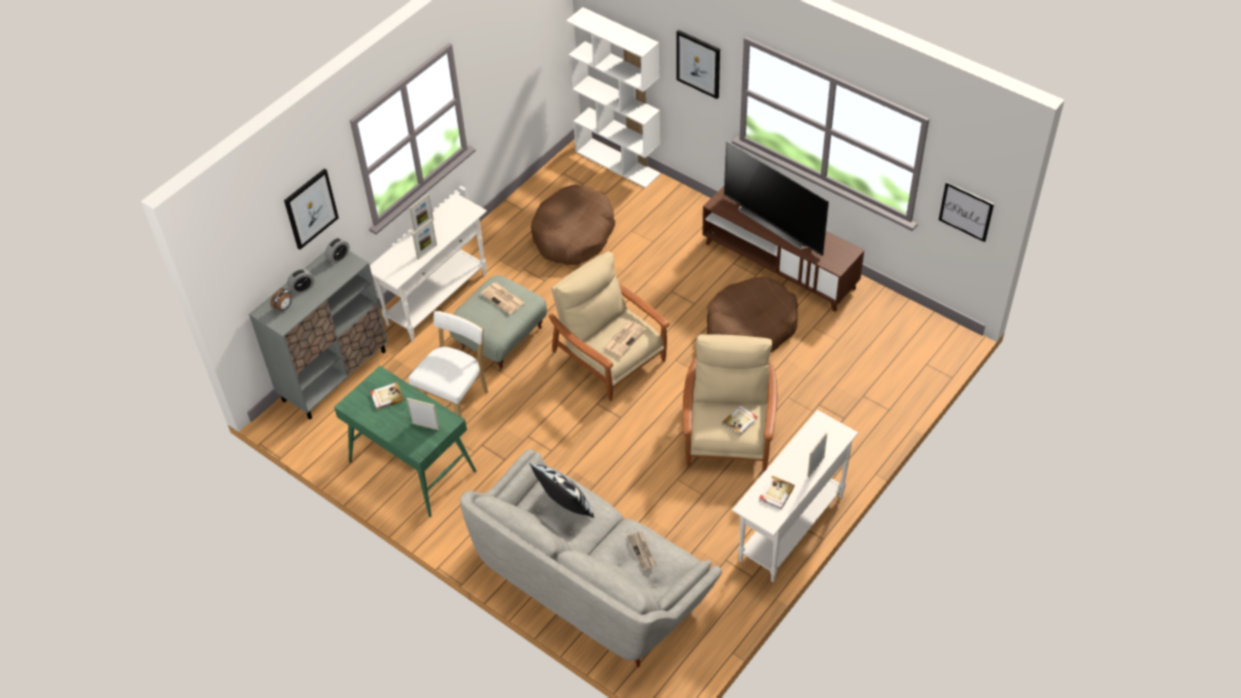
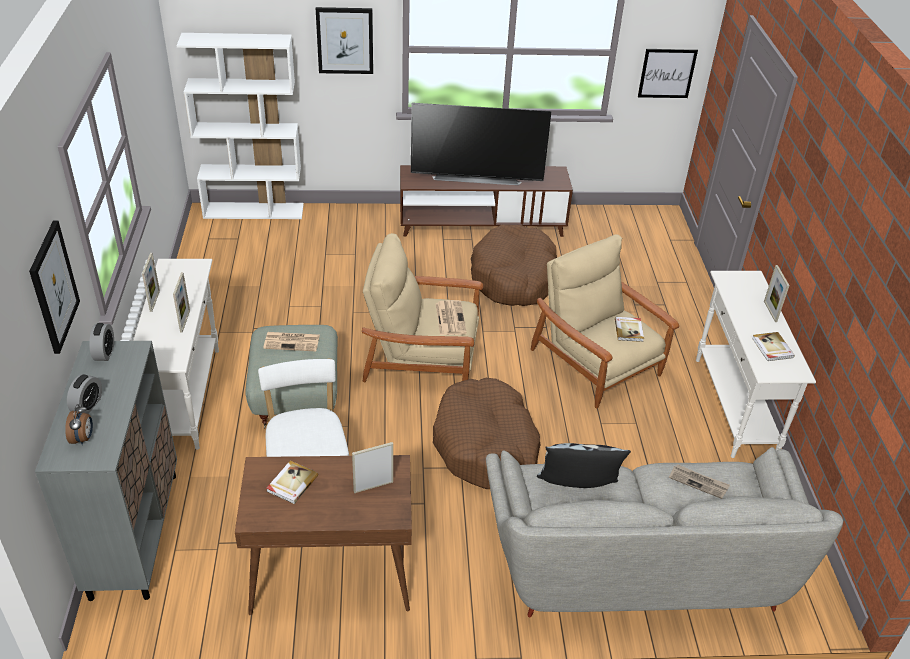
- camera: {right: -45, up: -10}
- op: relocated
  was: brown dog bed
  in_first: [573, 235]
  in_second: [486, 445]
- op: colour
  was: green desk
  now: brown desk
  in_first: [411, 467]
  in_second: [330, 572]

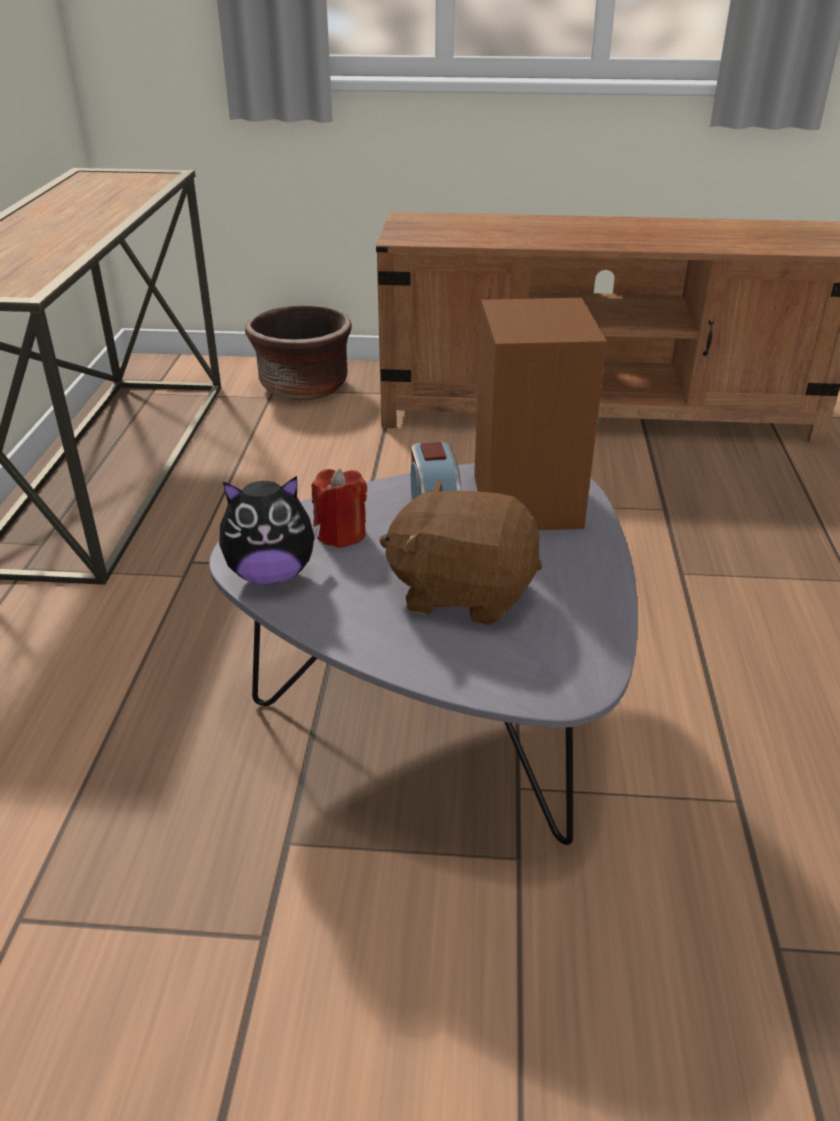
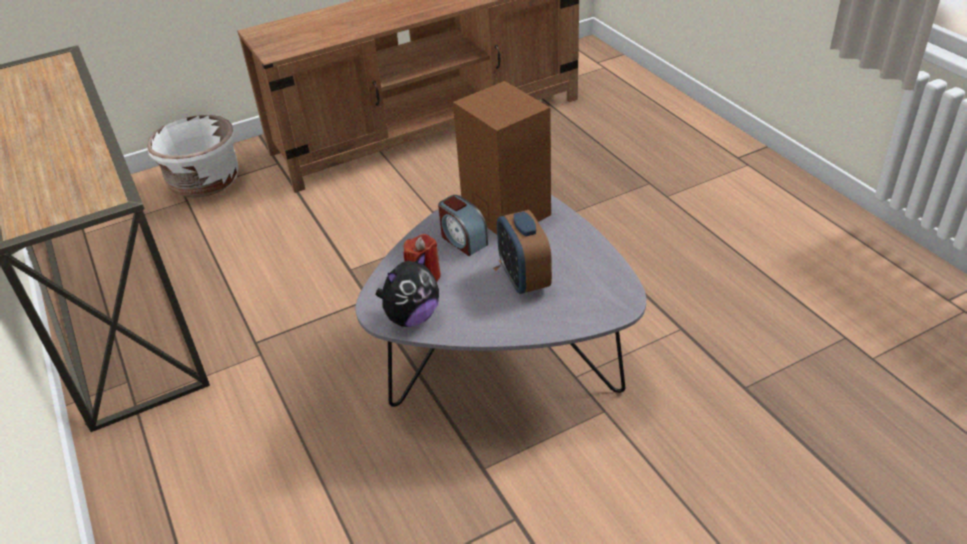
- camera: {right: -30, up: 5}
- op: exchanged
  was: brown plush toy
  now: alarm clock
  in_first: [462, 591]
  in_second: [524, 279]
- op: colour
  was: brown planter
  now: white planter
  in_first: [303, 387]
  in_second: [205, 182]

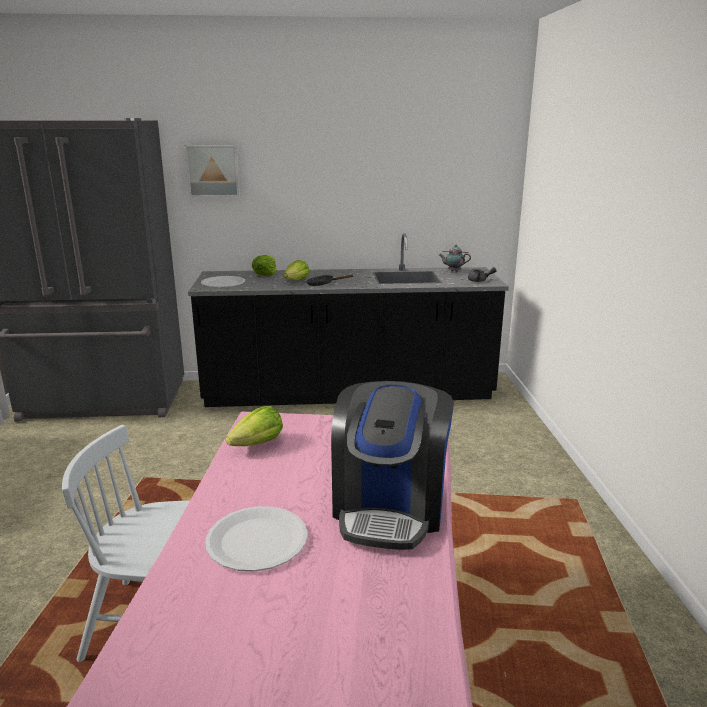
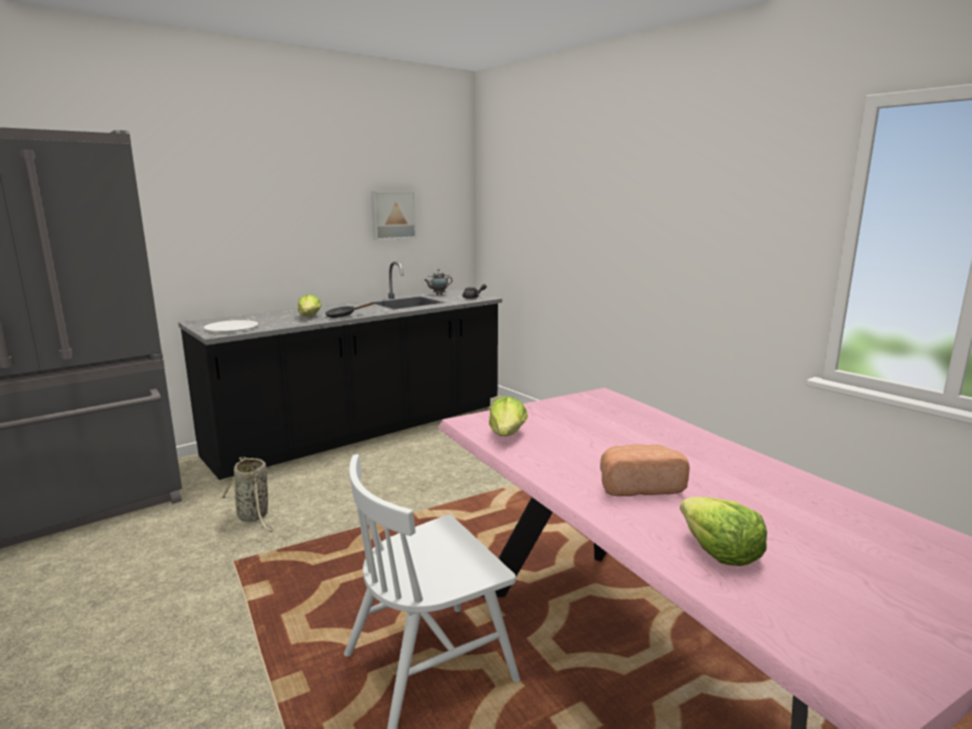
- camera: {right: -35, up: -5}
- op: missing
  was: coffee machine
  in_first: [389, 507]
- op: appeared
  now: basket
  in_second: [254, 516]
- op: relocated
  was: picture
  in_first: [213, 170]
  in_second: [393, 215]
- op: relocated
  was: lettuce
  in_first: [265, 274]
  in_second: [719, 552]
- op: exchanged
  was: white plate
  now: bread
  in_first: [257, 541]
  in_second: [639, 486]

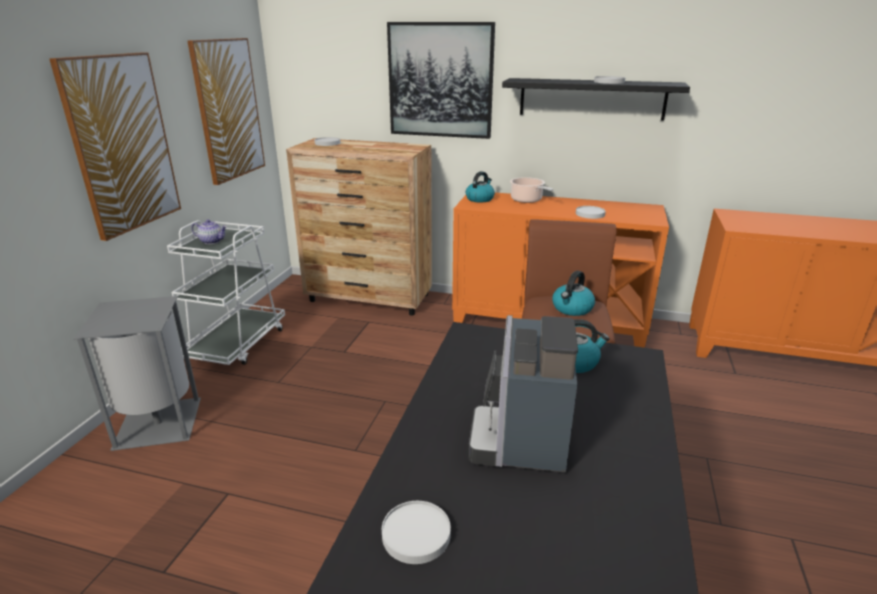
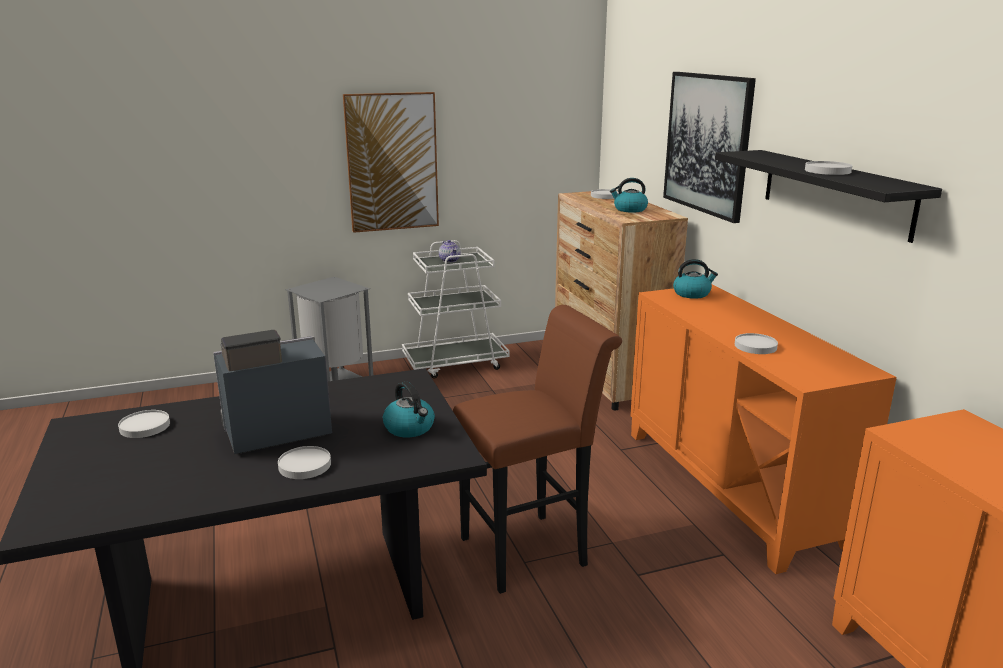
- camera: {right: 55, up: -5}
- op: missing
  was: picture
  in_first: [228, 110]
- op: missing
  was: cooking pot
  in_first: [527, 200]
- op: appeared
  now: white plate
  in_second: [305, 465]
- op: relocated
  was: kettle
  in_first: [572, 308]
  in_second: [629, 209]

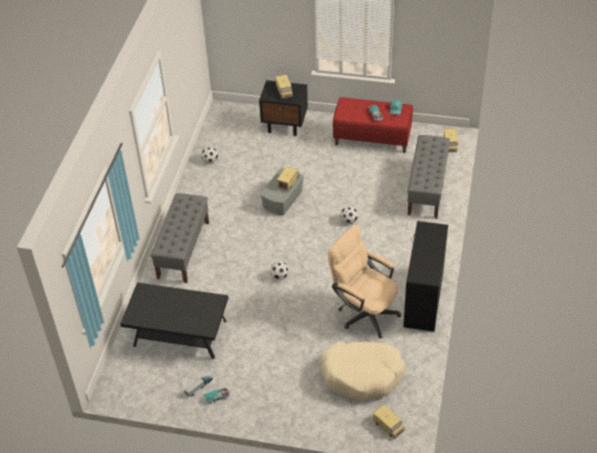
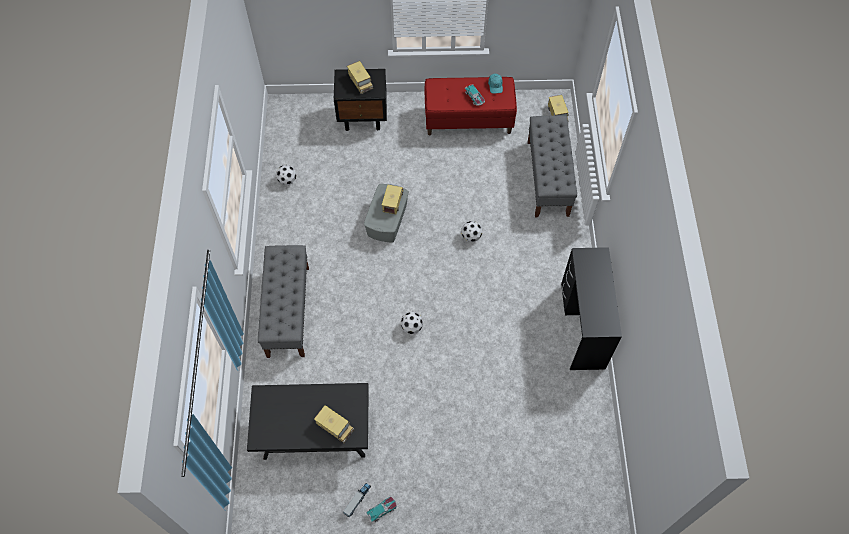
- camera: {right: -15, up: 15}
- op: missing
  was: beige dog bed
  in_first: [362, 375]
- op: missing
  was: beige office chair
  in_first: [364, 312]
- op: relocated
  was: toy truck
  in_first: [388, 425]
  in_second: [335, 427]

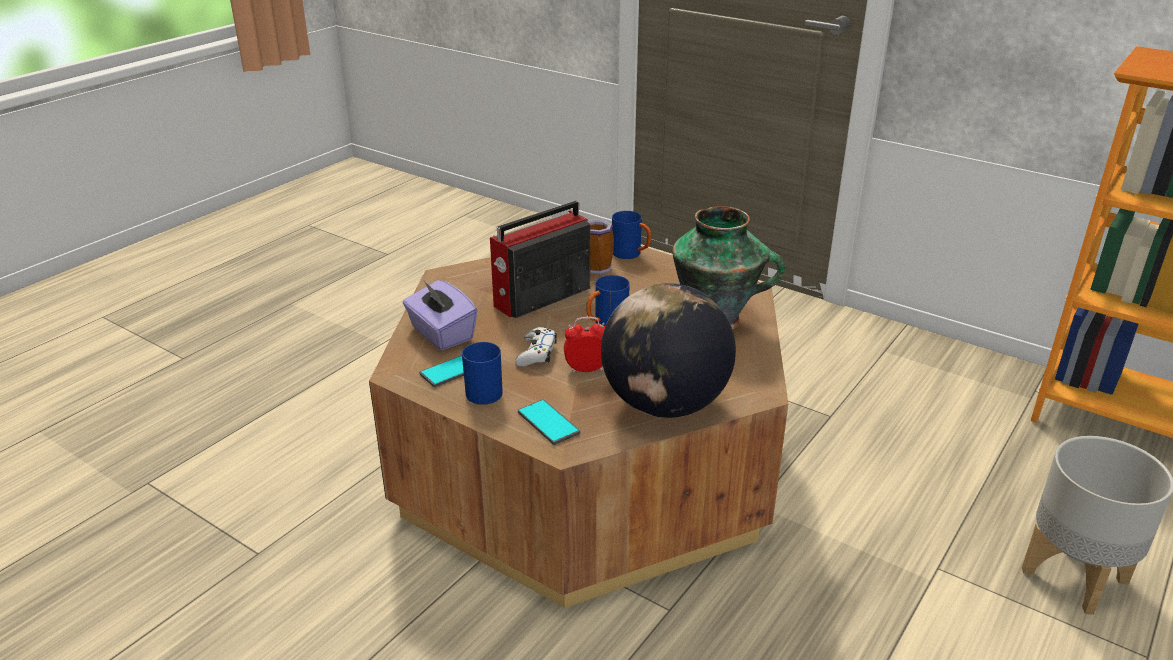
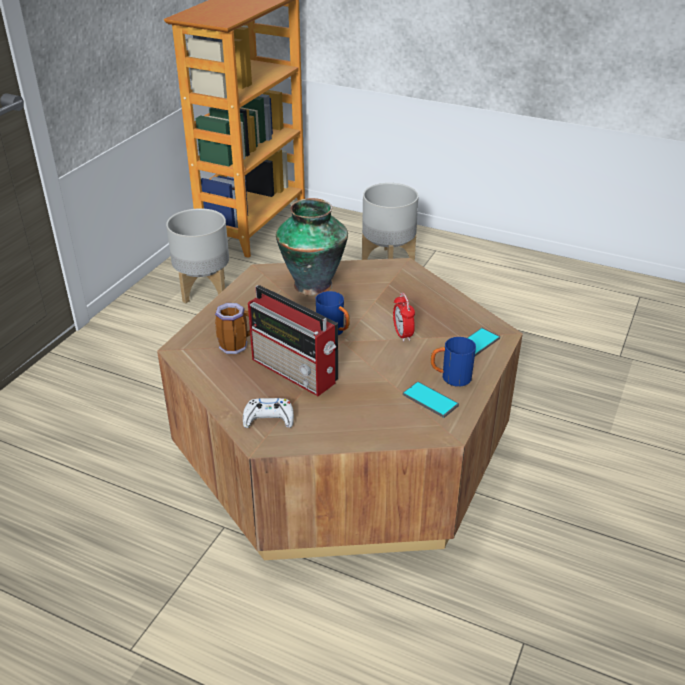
- camera: {right: -100, up: 5}
- op: missing
  was: purple tissue box
  in_first: [441, 334]
- op: missing
  was: globe
  in_first: [664, 404]
- op: missing
  was: blue mug
  in_first: [631, 254]
- op: appeared
  now: grey planter
  in_second: [203, 290]
- op: relocated
  was: white game controller
  in_first: [536, 353]
  in_second: [269, 419]

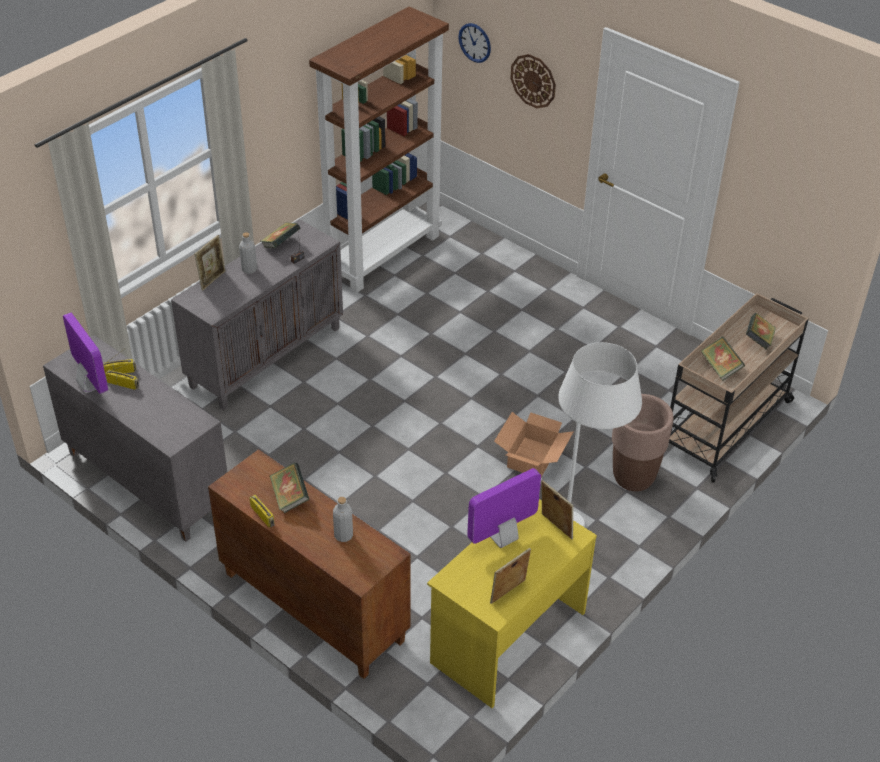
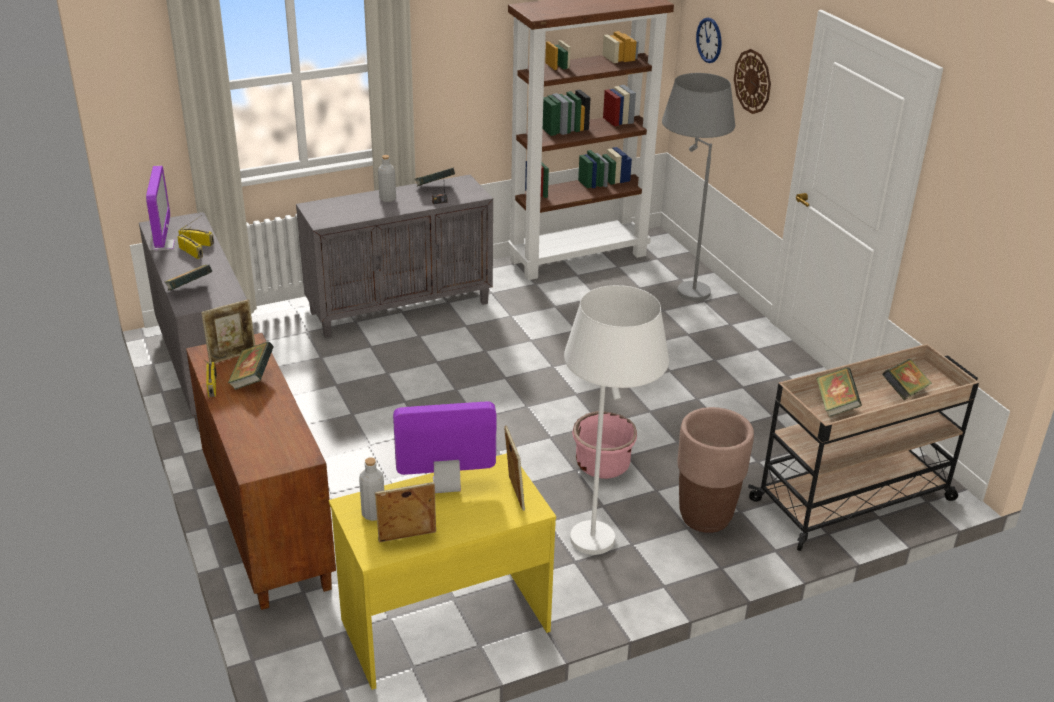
- camera: {right: 25, up: -10}
- op: appeared
  now: book
  in_second: [190, 290]
- op: appeared
  now: grey floor lamp
  in_second: [681, 285]
- op: relocated
  was: picture frame
  in_first: [212, 280]
  in_second: [232, 356]
- op: relocated
  was: grey bottle
  in_first: [343, 535]
  in_second: [373, 514]
- op: exchanged
  was: cardboard box
  now: pink planter
  in_first: [533, 457]
  in_second: [602, 465]

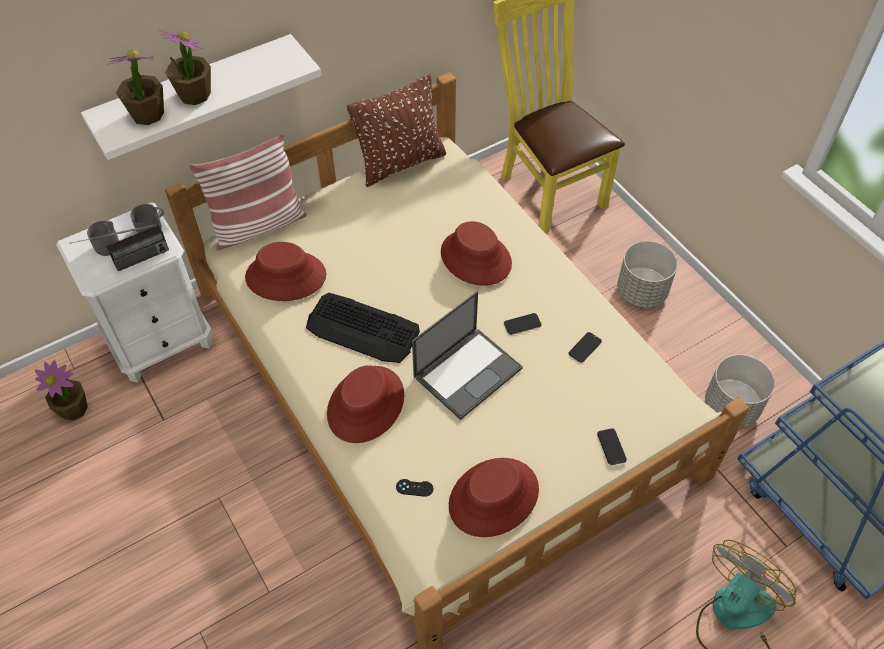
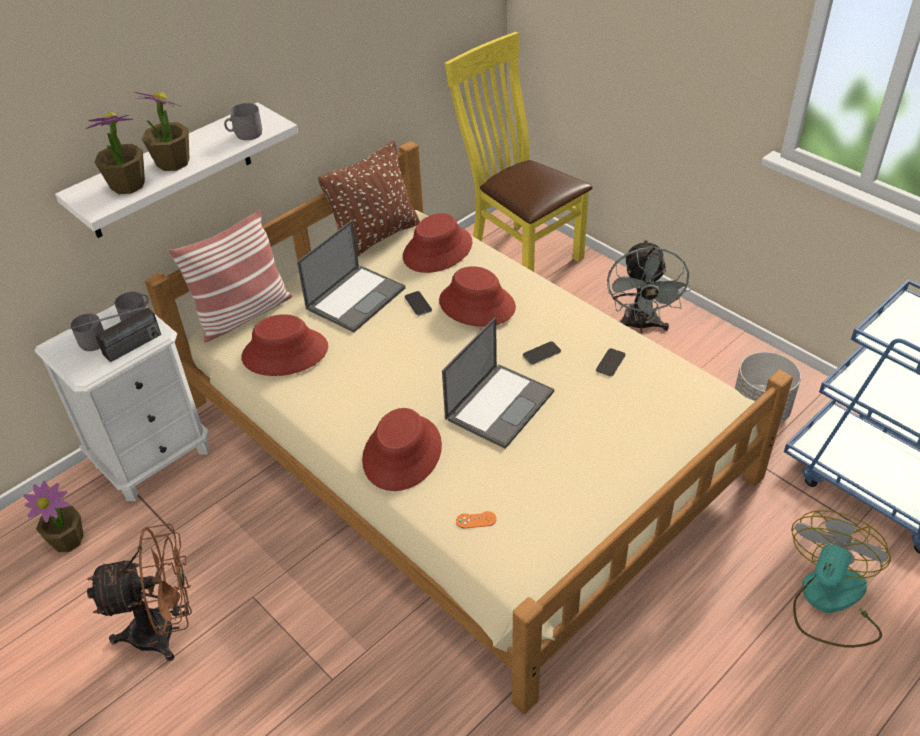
- camera: {right: -10, up: -10}
- op: missing
  was: keyboard
  in_first: [363, 329]
- op: appeared
  now: brown fan
  in_second: [165, 630]
- op: appeared
  now: grey mug
  in_second: [245, 134]
- op: appeared
  now: laptop
  in_second: [356, 297]
- op: relocated
  was: red hat
  in_first: [494, 498]
  in_second: [438, 250]
- op: relocated
  was: phone
  in_first: [611, 447]
  in_second: [418, 304]
- op: exchanged
  was: grey planter
  now: grey fan
  in_first: [642, 292]
  in_second: [640, 326]
- op: colour
  was: black game controller
  now: orange game controller
  in_first: [414, 488]
  in_second: [476, 520]

